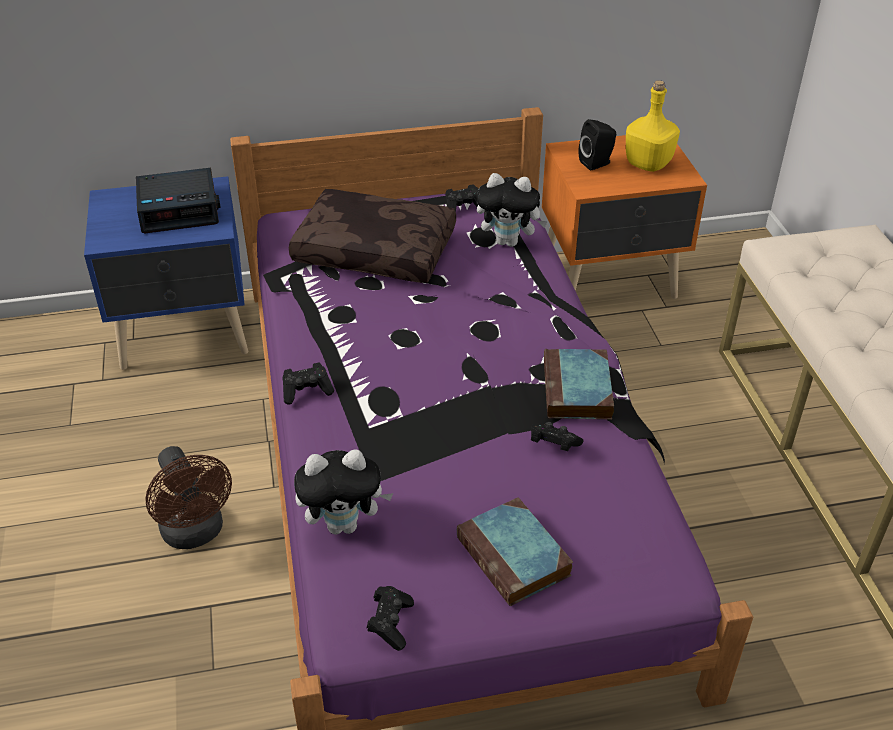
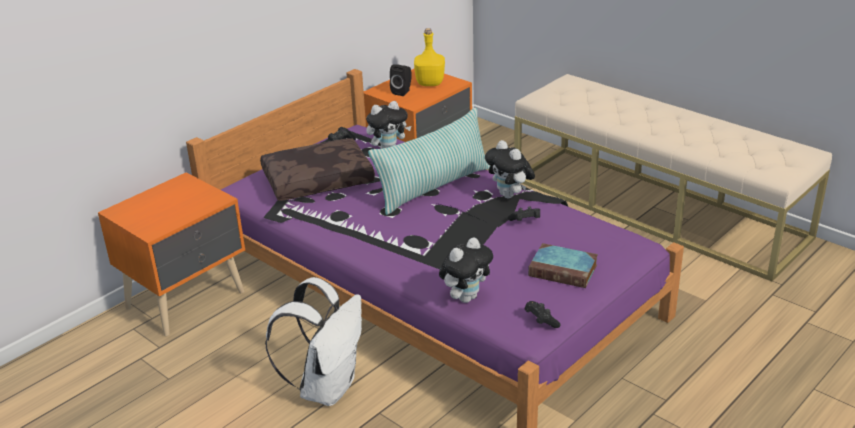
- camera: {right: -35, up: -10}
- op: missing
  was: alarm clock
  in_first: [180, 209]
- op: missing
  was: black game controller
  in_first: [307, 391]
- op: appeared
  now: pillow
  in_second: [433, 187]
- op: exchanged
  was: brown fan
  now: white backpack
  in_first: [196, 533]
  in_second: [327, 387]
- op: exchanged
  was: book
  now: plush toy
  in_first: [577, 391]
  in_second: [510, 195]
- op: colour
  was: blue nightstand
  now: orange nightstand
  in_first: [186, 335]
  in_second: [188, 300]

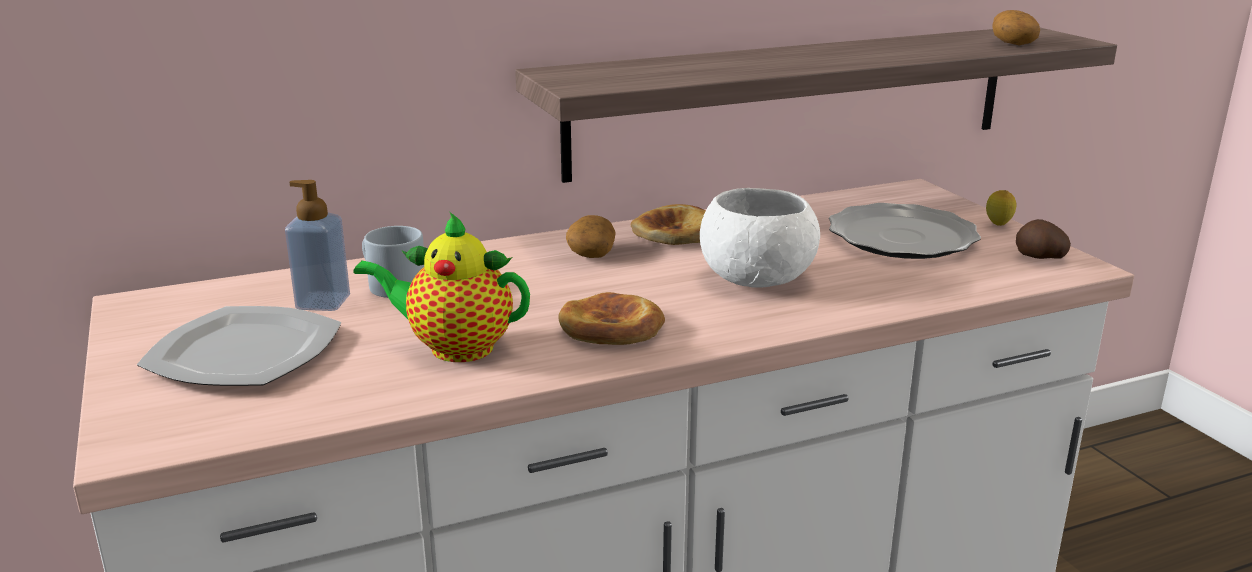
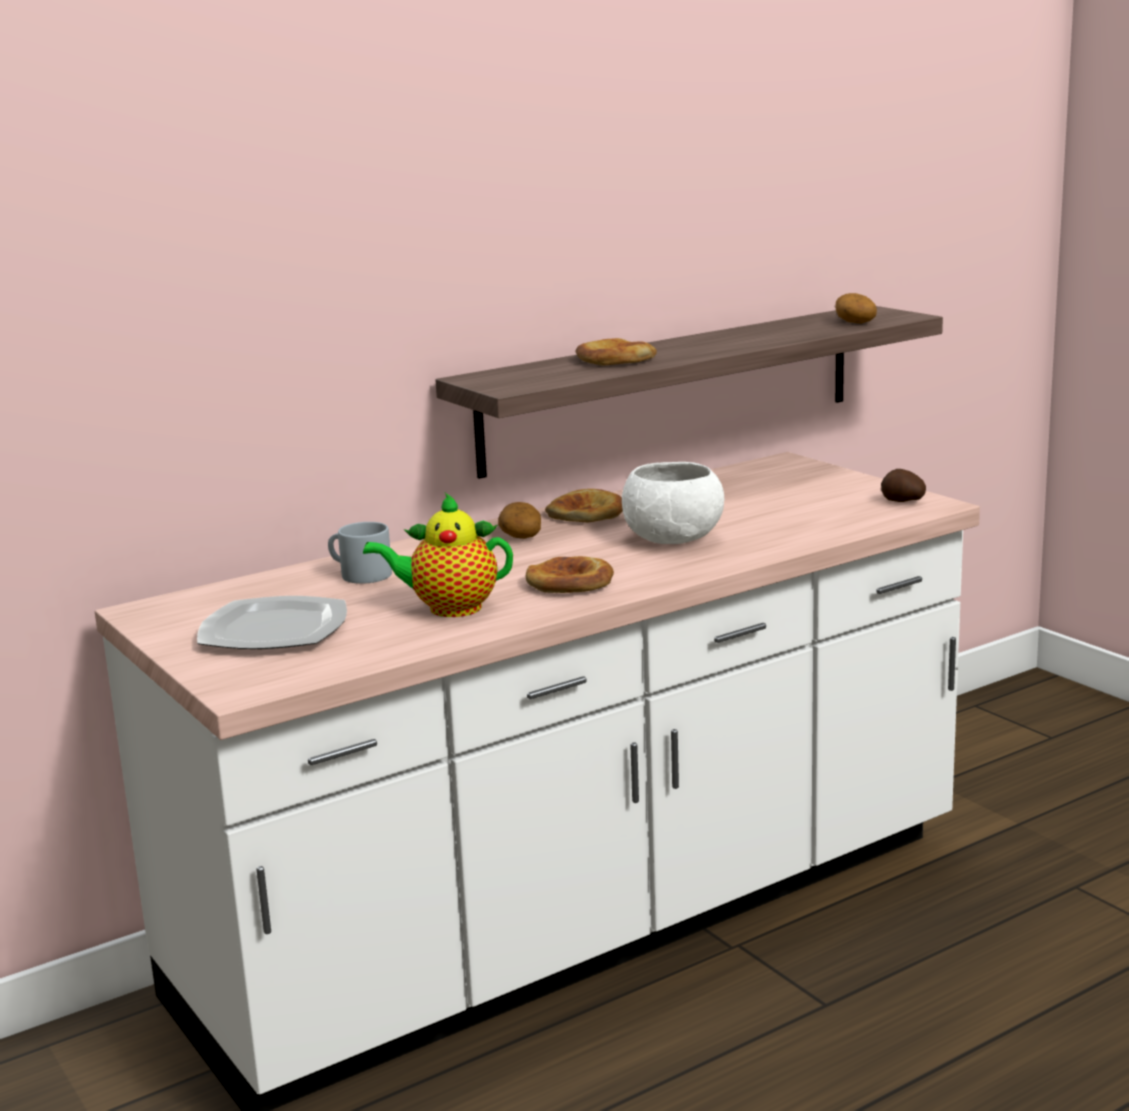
- camera: {right: -10, up: -5}
- op: missing
  was: soap dispenser
  in_first: [323, 302]
- op: missing
  was: plate
  in_first: [902, 237]
- op: missing
  was: lemon
  in_first: [998, 225]
- op: appeared
  now: bread
  in_second: [614, 359]

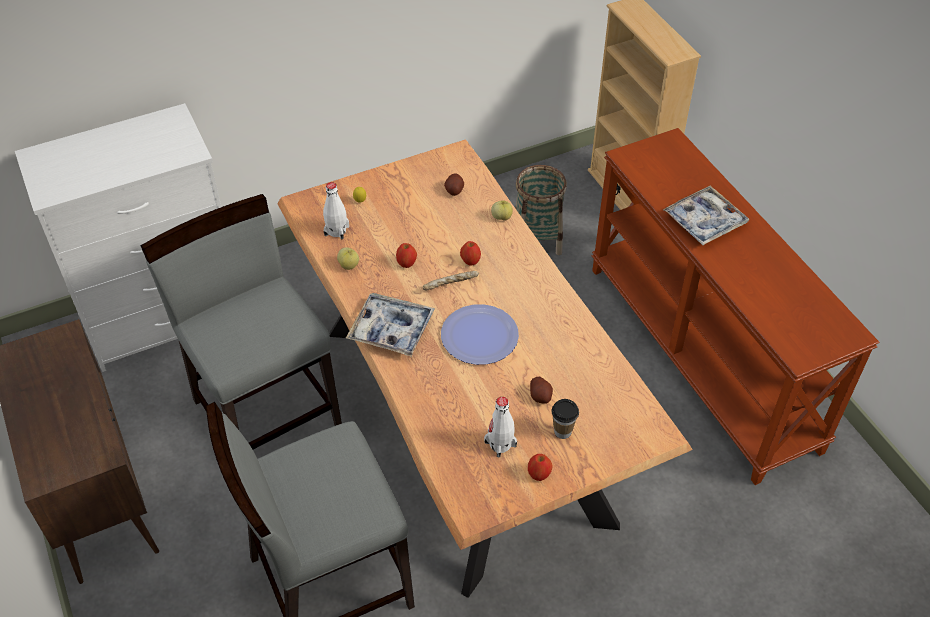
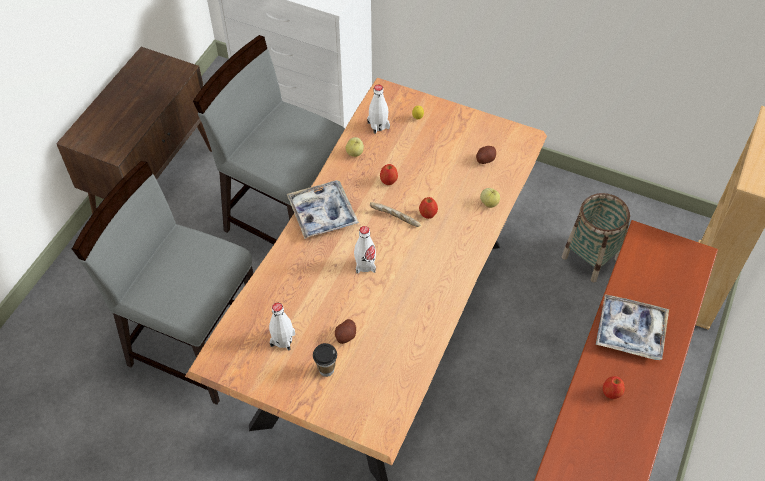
- camera: {right: 50, up: 5}
- op: relocated
  was: apple
  in_first: [539, 474]
  in_second: [611, 393]
- op: exchanged
  was: plate
  now: white bottle
  in_first: [479, 336]
  in_second: [365, 265]
- op: spun
  was: grey chair
  in_first: [267, 413]
  in_second: [287, 218]
  clockwise: -75

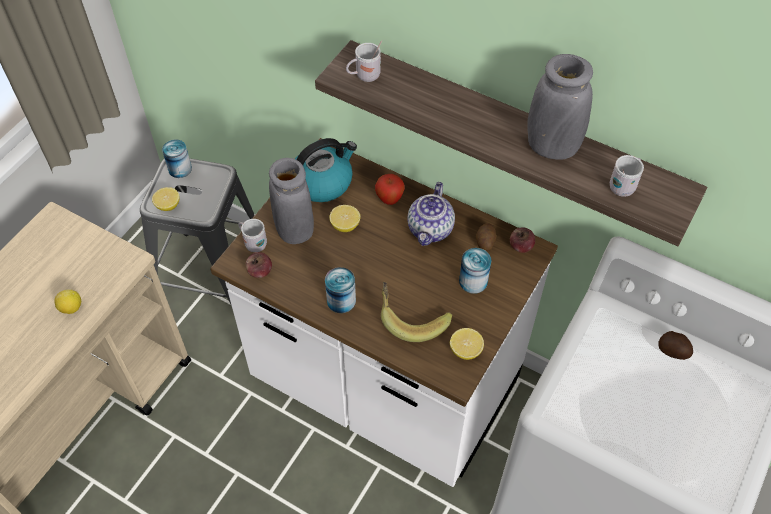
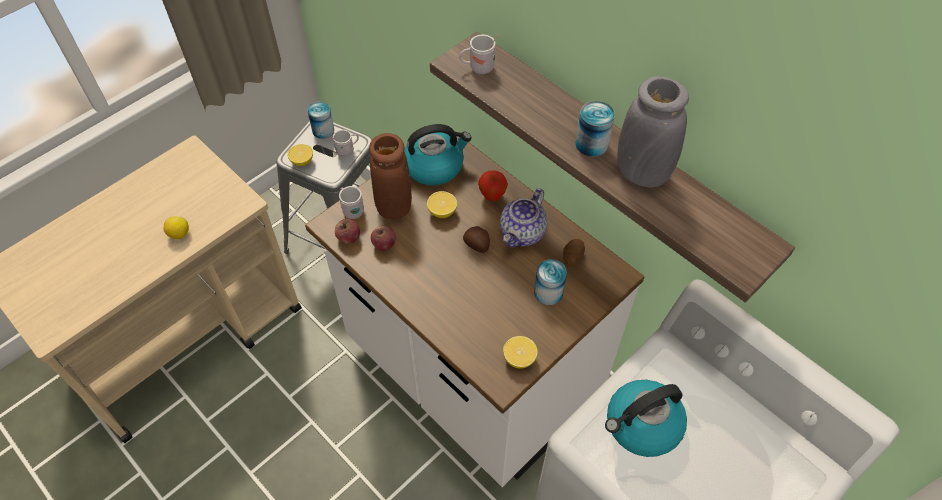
- camera: {right: 15, up: 0}
- op: missing
  was: banana
  in_first: [412, 318]
- op: appeared
  now: kettle
  in_second: [641, 425]
- op: relocated
  was: can
  in_first: [341, 300]
  in_second: [591, 144]
- op: relocated
  was: apple
  in_first: [520, 246]
  in_second: [384, 244]
- op: relocated
  was: white mug
  in_first: [624, 185]
  in_second: [347, 151]
- op: relocated
  was: potato
  in_first: [673, 351]
  in_second: [477, 245]
- op: colour
  was: grey vase
  now: brown vase
  in_first: [295, 230]
  in_second: [394, 205]

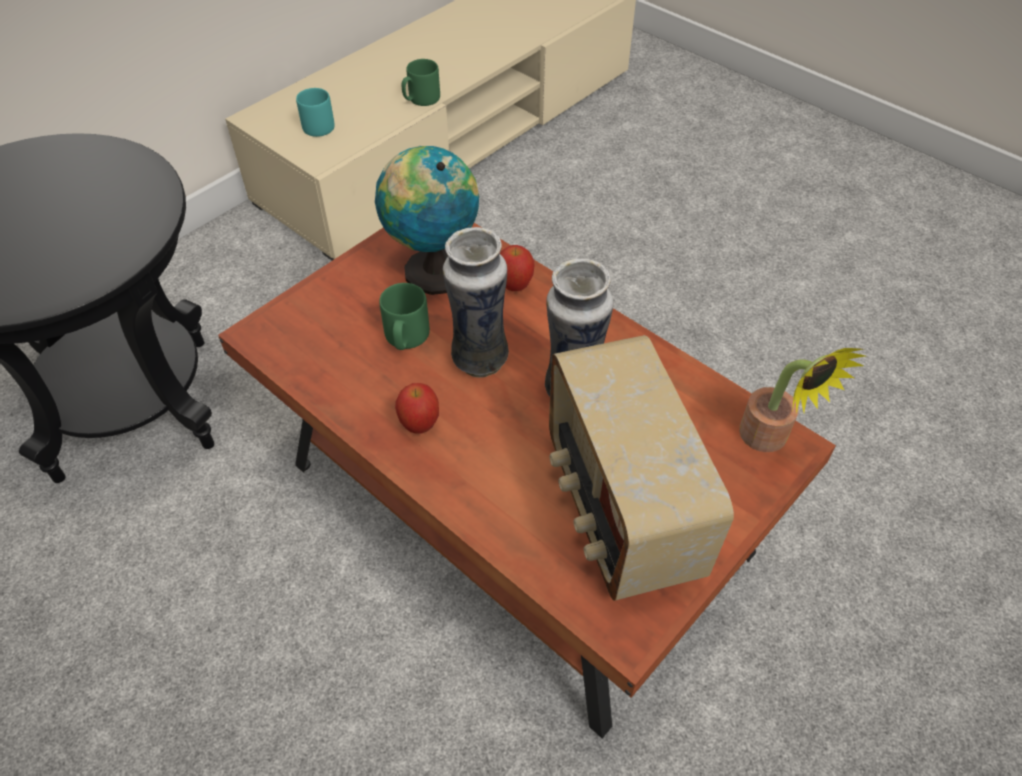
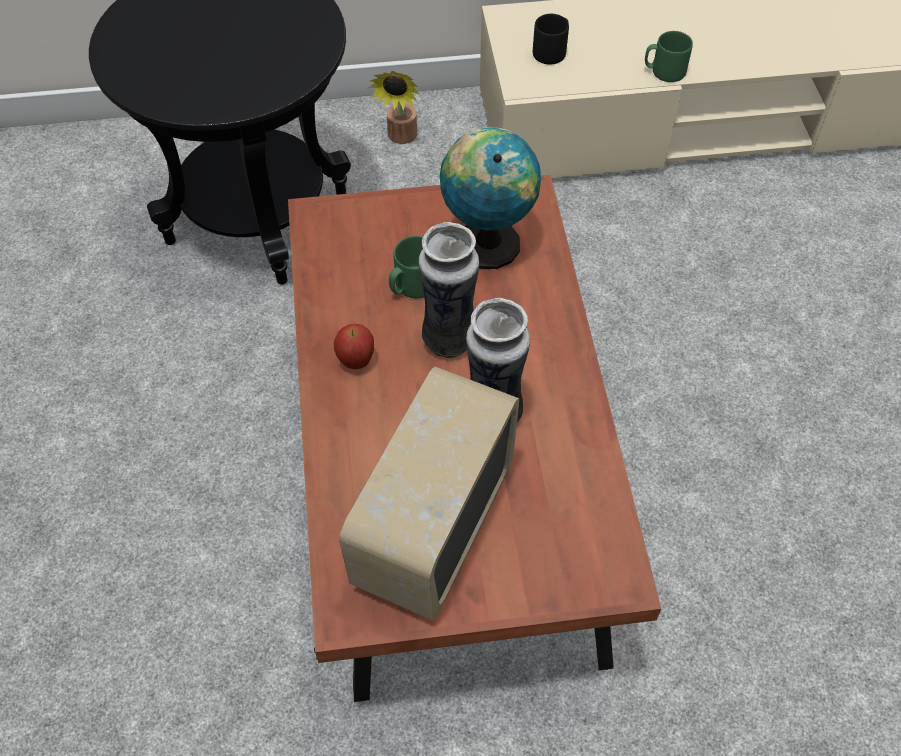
- camera: {right: 40, up: 5}
- op: missing
  was: apple
  in_first: [515, 286]
- op: relocated
  was: potted plant
  in_first: [770, 440]
  in_second: [401, 138]
- op: colour
  was: turquoise mug
  now: black mug
  in_first: [319, 125]
  in_second: [552, 52]

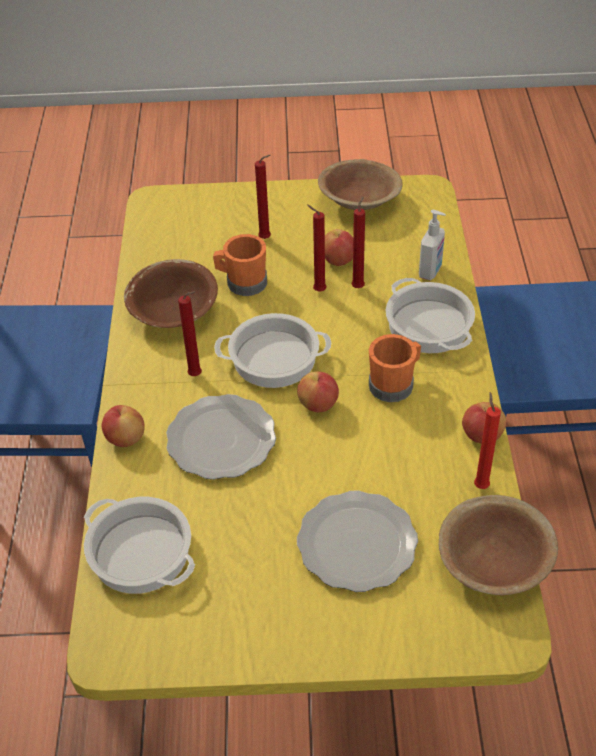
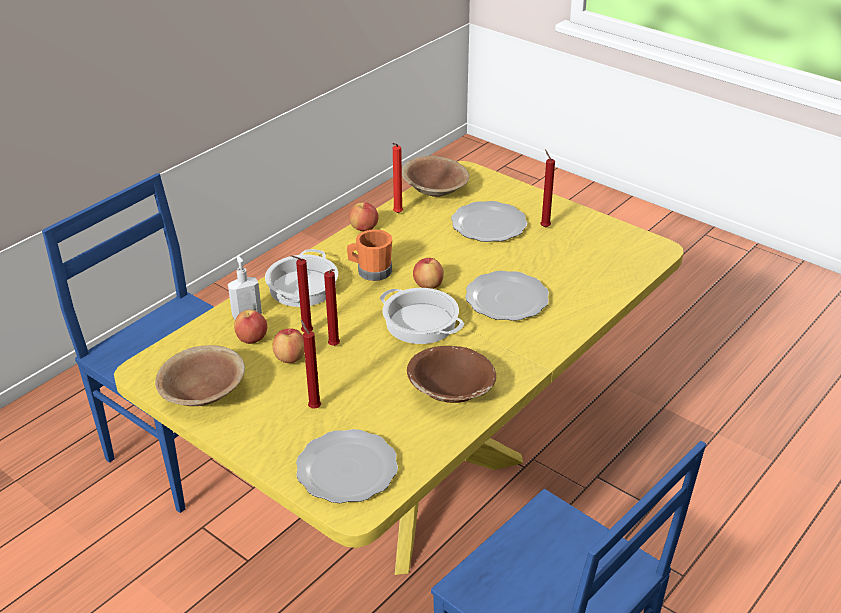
- camera: {right: -140, up: -10}
- op: missing
  was: cooking pot
  in_first: [139, 553]
- op: missing
  was: orange mug
  in_first: [242, 282]
- op: appeared
  now: plate
  in_second: [345, 469]
- op: relocated
  was: apple
  in_first: [125, 438]
  in_second: [252, 339]
- op: relocated
  was: red candle
  in_first: [197, 376]
  in_second: [544, 226]

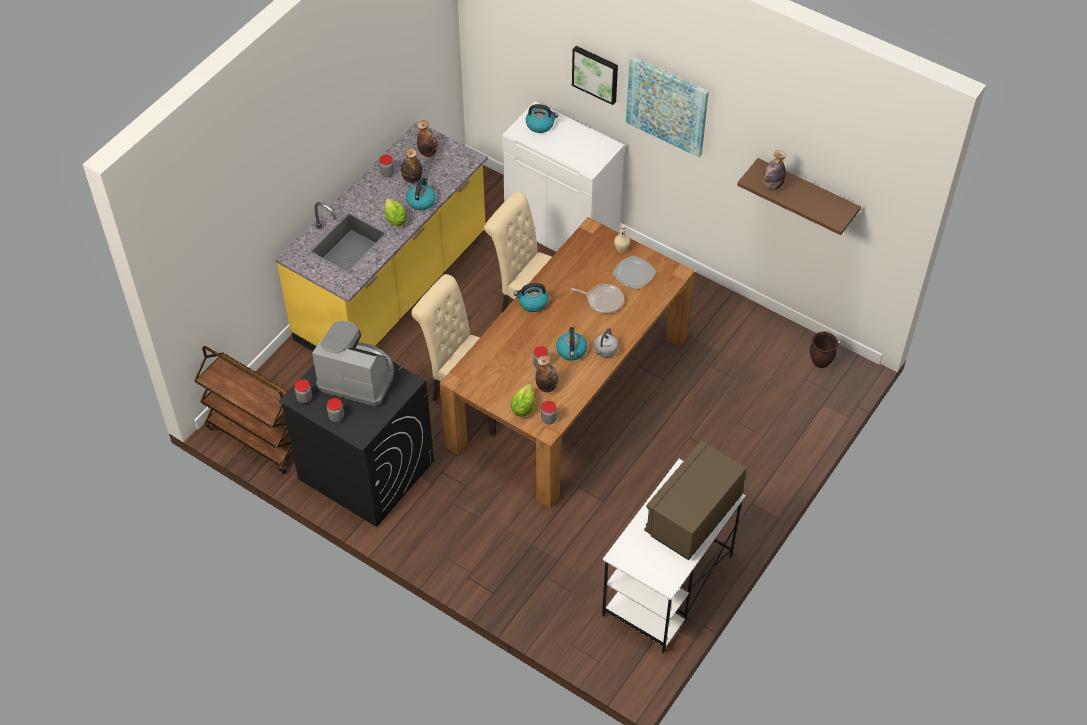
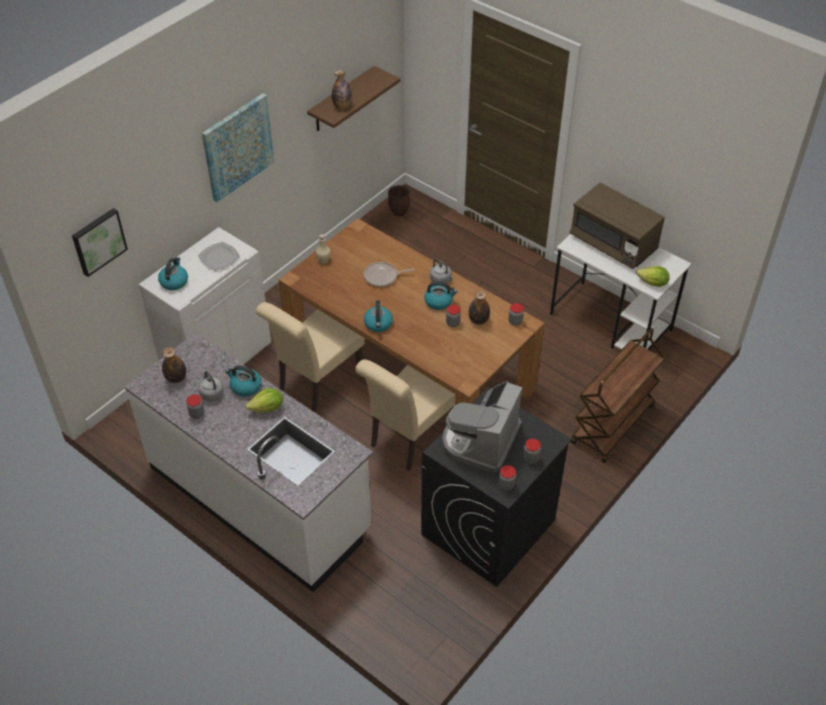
- camera: {right: -85, up: -5}
- op: relocated
  was: brown cart
  in_first: [257, 436]
  in_second: [613, 426]
- op: relocated
  was: lettuce
  in_first: [523, 408]
  in_second: [653, 283]
- op: relocated
  was: picture
  in_first: [596, 73]
  in_second: [98, 241]
- op: relocated
  was: plate
  in_first: [633, 273]
  in_second: [219, 258]
- op: exchanged
  was: bottle
  now: grey kettle
  in_first: [412, 179]
  in_second: [211, 393]
- op: colour
  was: yellow counter
  now: white counter
  in_first: [393, 288]
  in_second: [260, 498]
- op: spun
  was: frying pan
  in_first: [603, 300]
  in_second: [382, 277]
  clockwise: -120

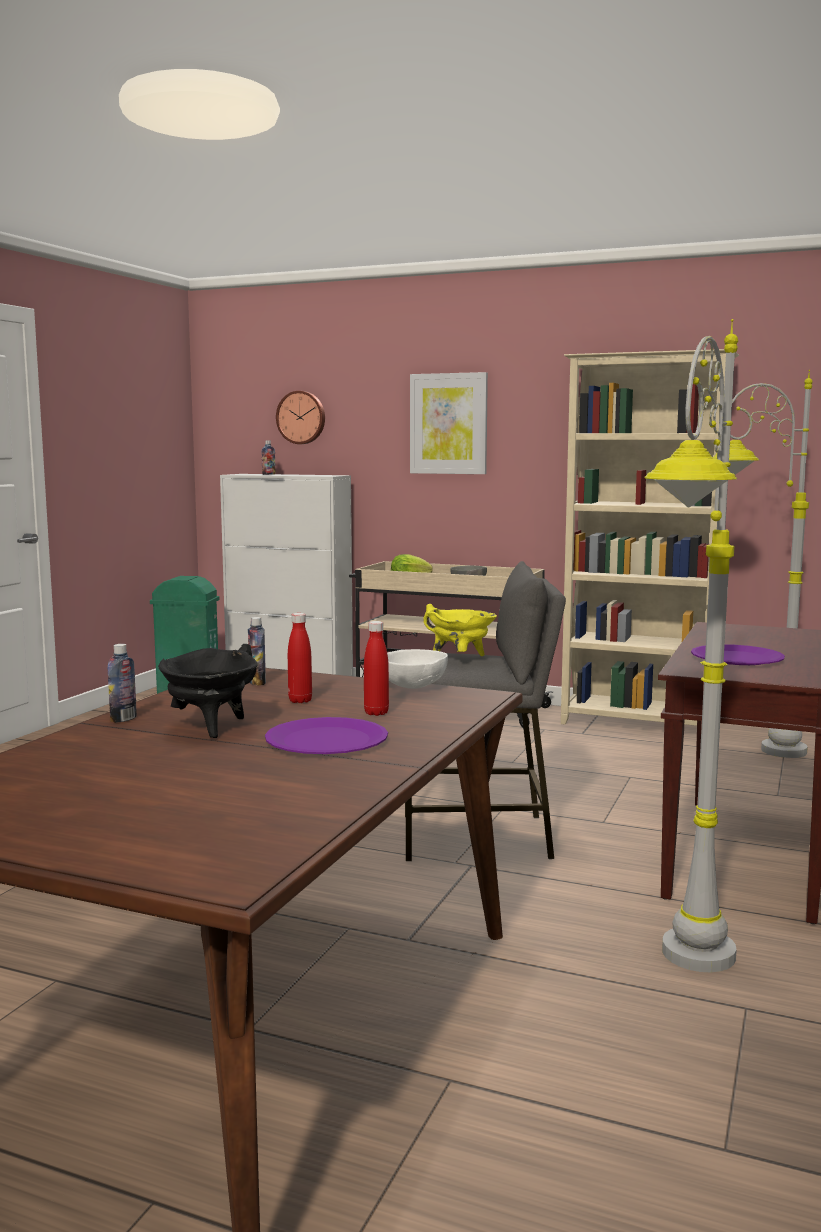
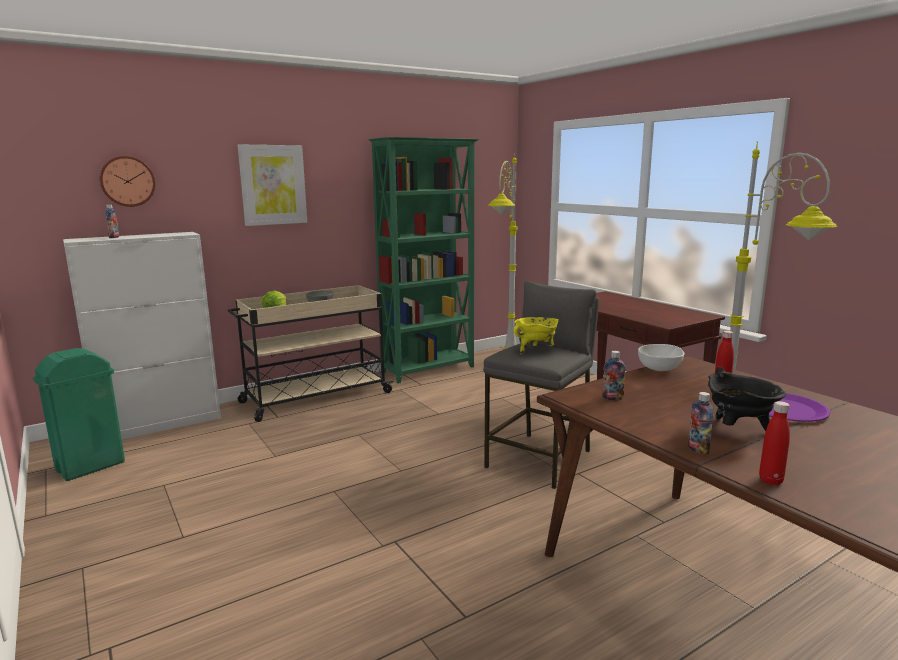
- camera: {right: -55, up: 5}
- op: missing
  was: purple plate
  in_first: [737, 658]
- op: relocated
  was: red bottle
  in_first: [300, 701]
  in_second: [770, 481]
- op: colour
  was: beige bookcase
  now: green bookcase
  in_first: [638, 724]
  in_second: [429, 370]

